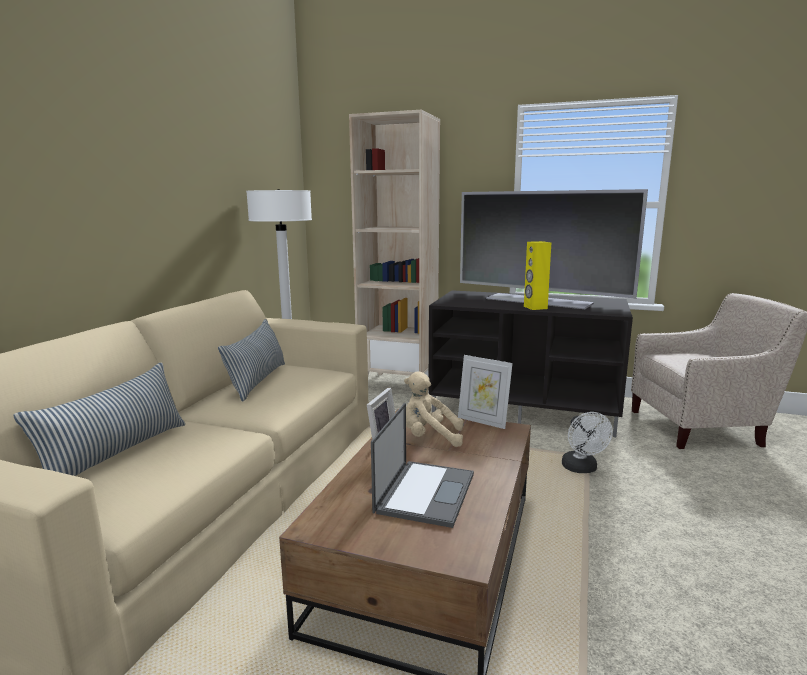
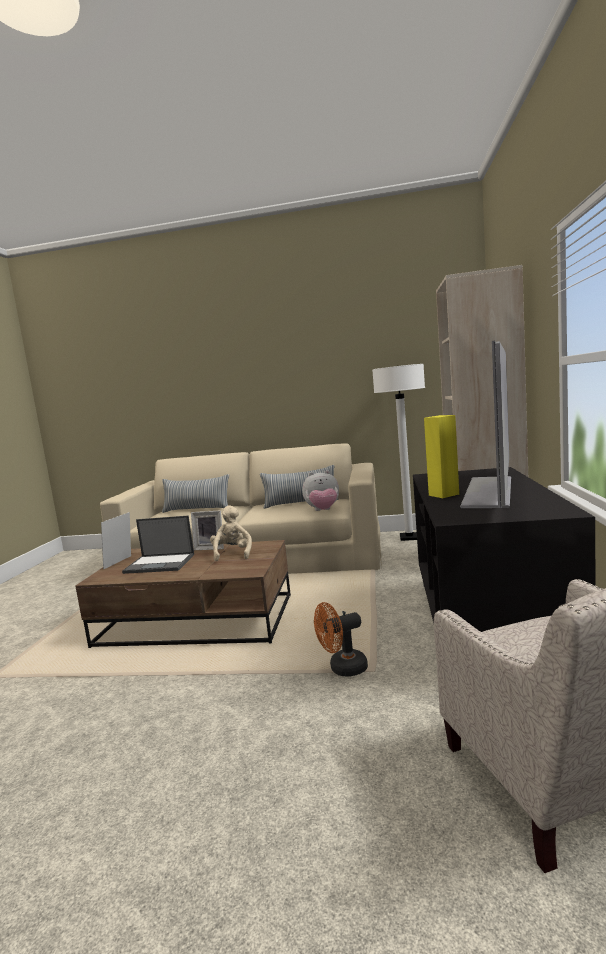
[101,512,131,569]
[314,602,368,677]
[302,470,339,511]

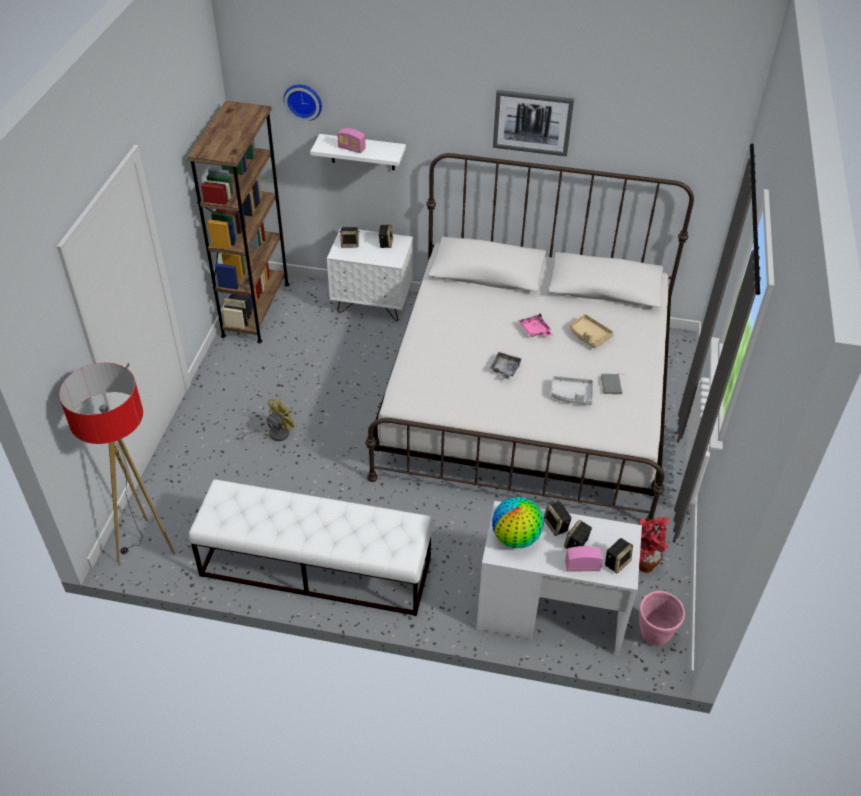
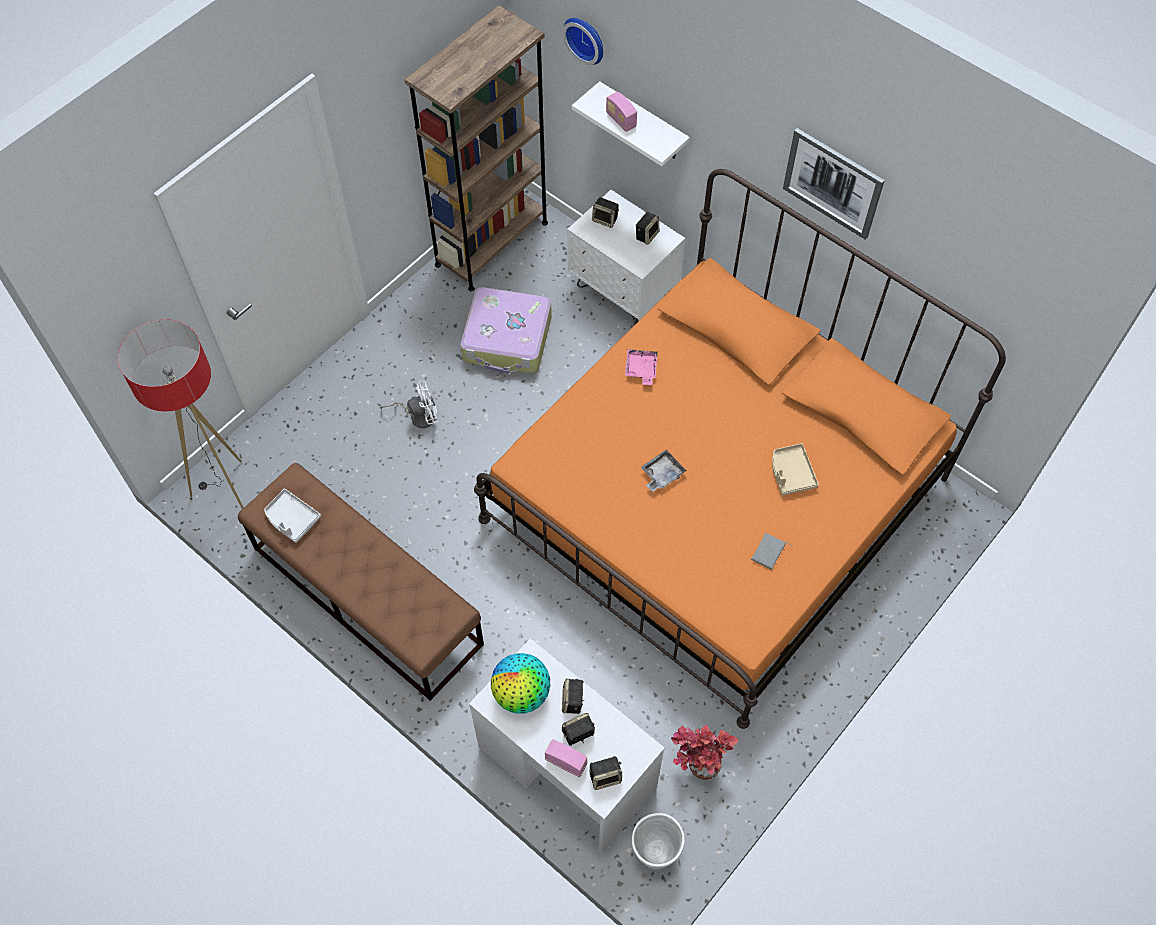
[238,463,484,701]
[380,381,439,428]
[474,169,1006,729]
[625,349,658,385]
[264,489,321,543]
[632,813,685,869]
[461,287,552,374]

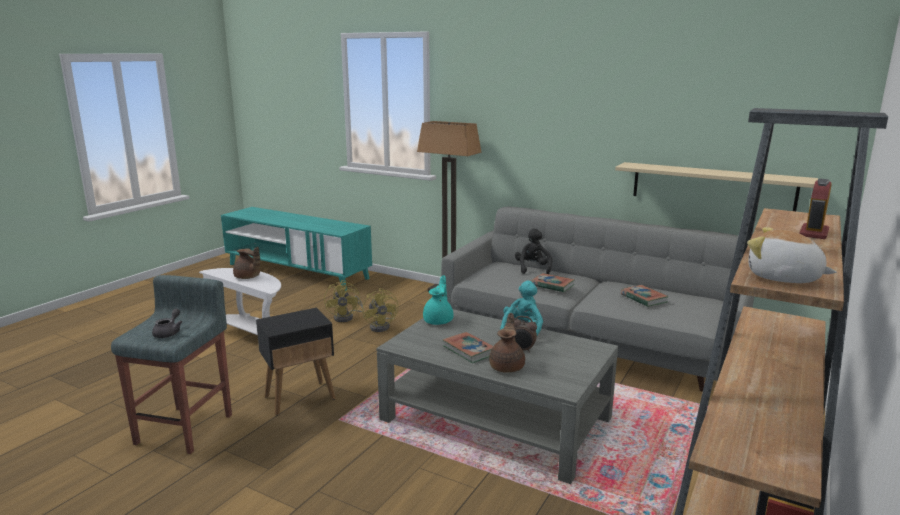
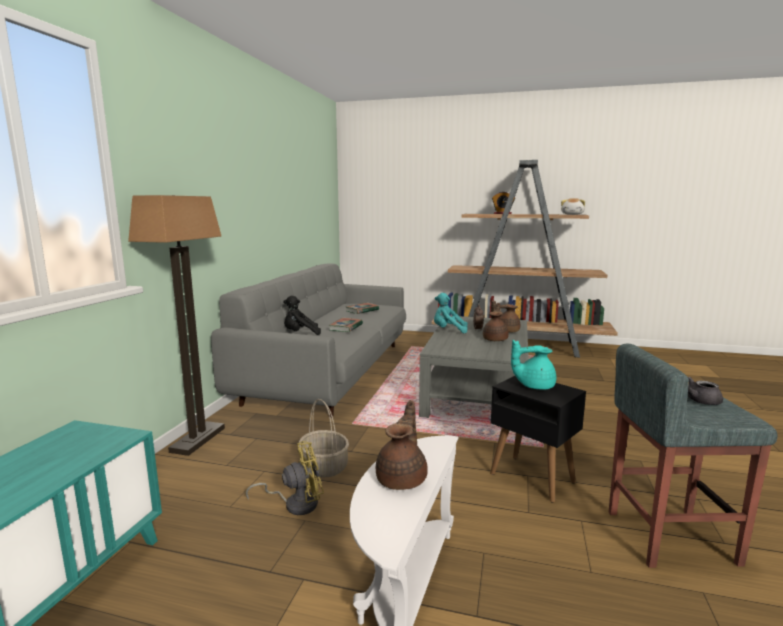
[299,399,349,477]
[511,340,556,390]
[483,303,509,341]
[615,162,818,211] (first image)

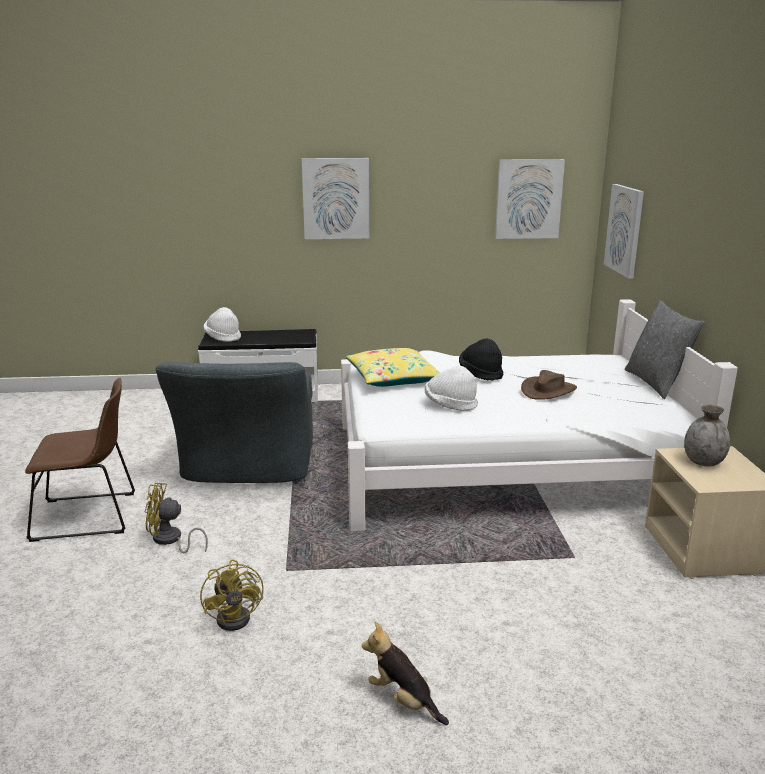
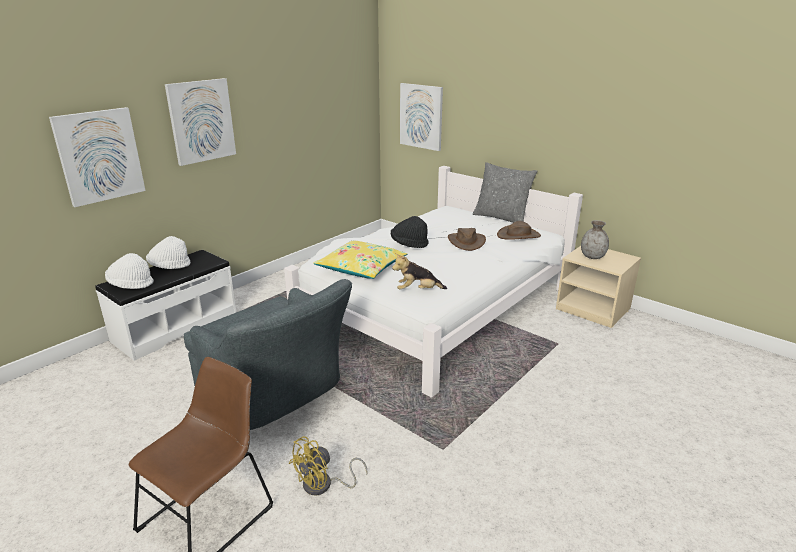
[200,559,264,631] (first image)
[392,253,447,290]
[146,236,190,269]
[49,107,146,207]
[497,221,541,240]

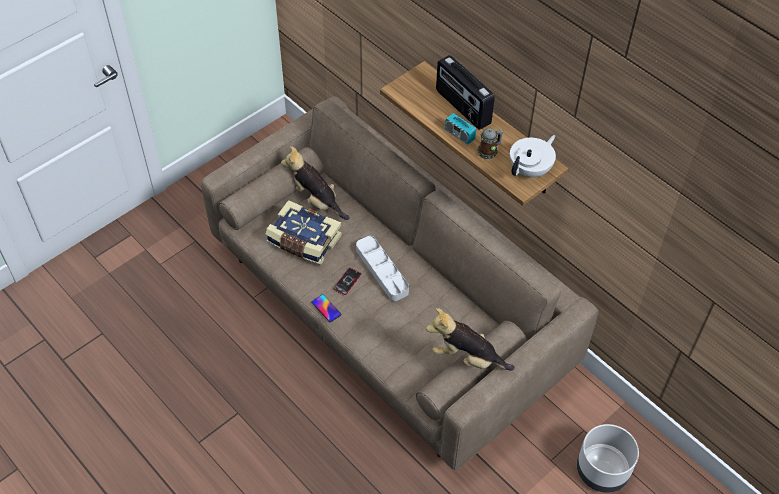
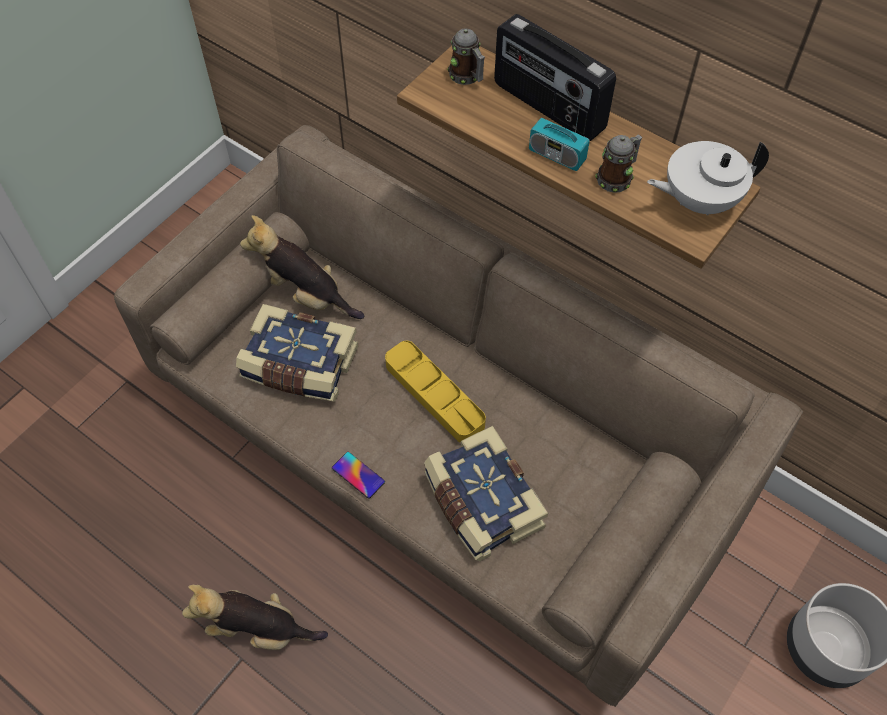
[333,268,361,295] (first image)
[385,341,486,443]
[182,585,328,650]
[647,141,769,215]
[424,426,548,561]
[447,28,485,85]

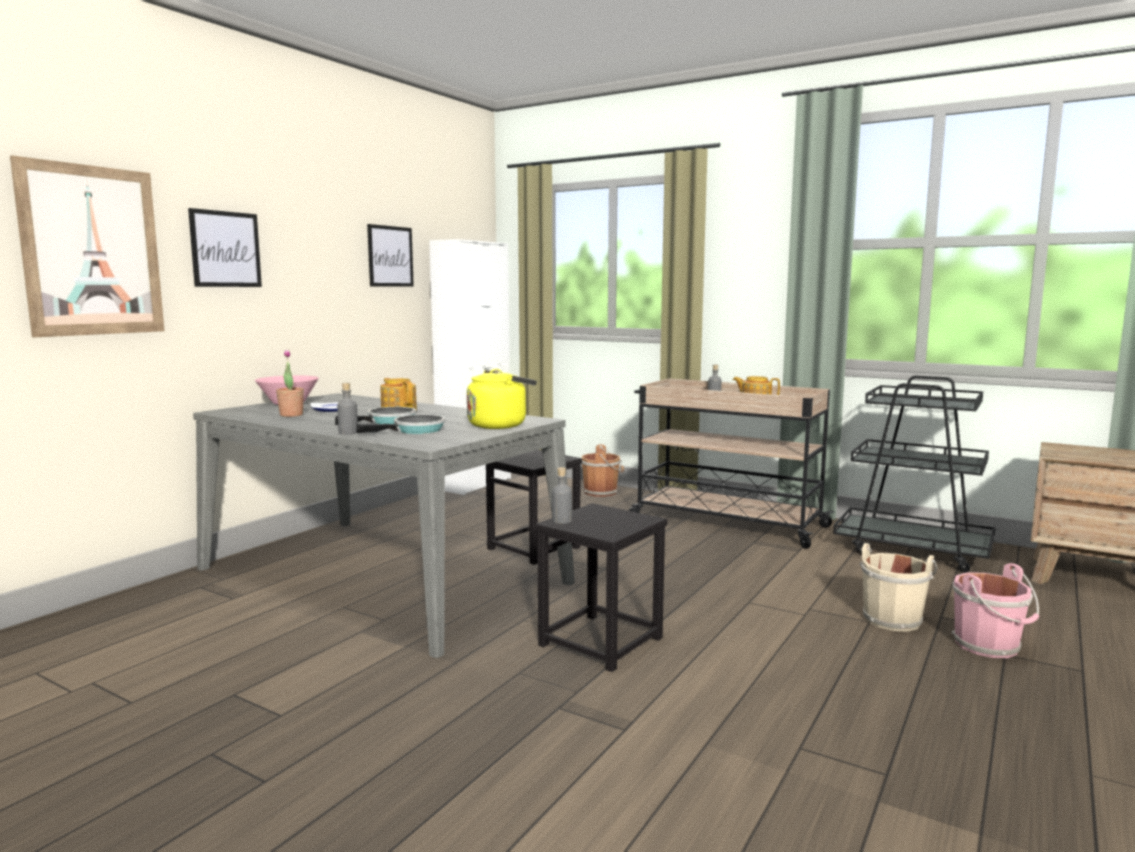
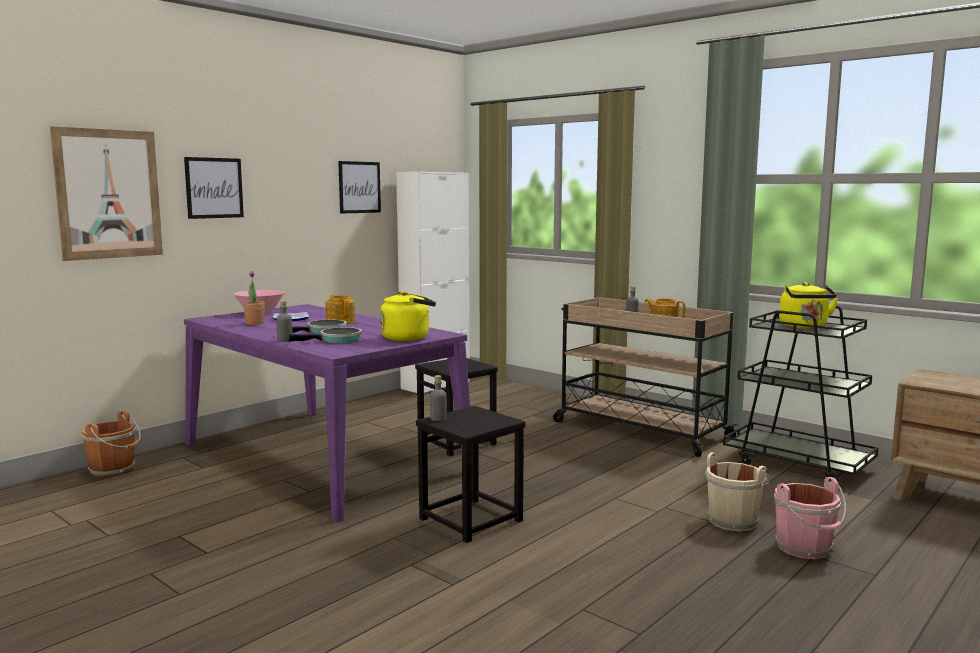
[184,304,470,522]
[82,411,141,478]
[779,282,838,329]

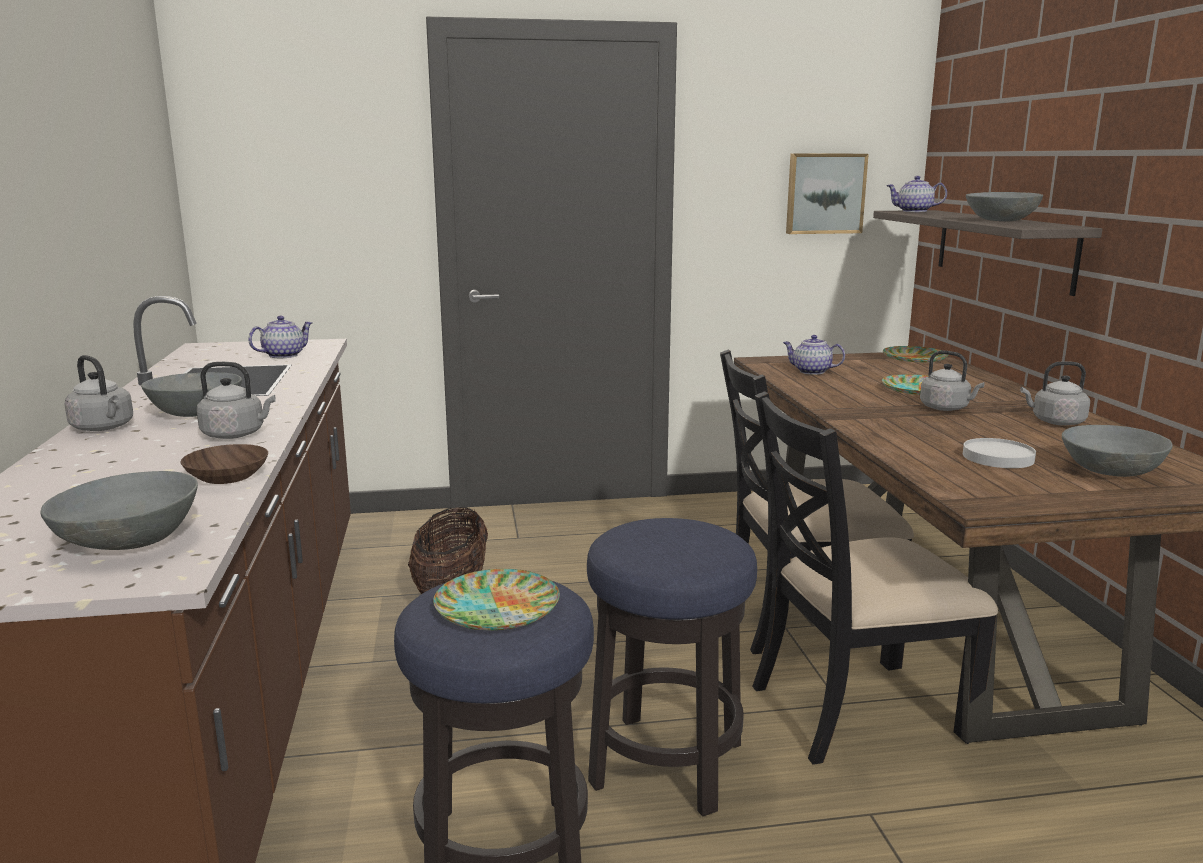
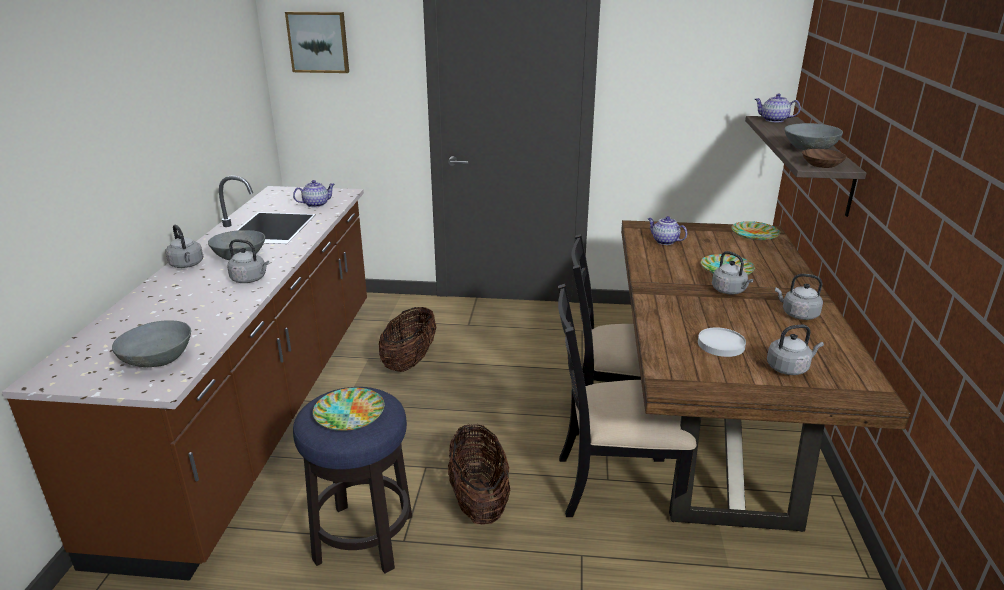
[802,149,847,168]
[448,423,510,524]
[285,11,349,73]
[767,325,824,375]

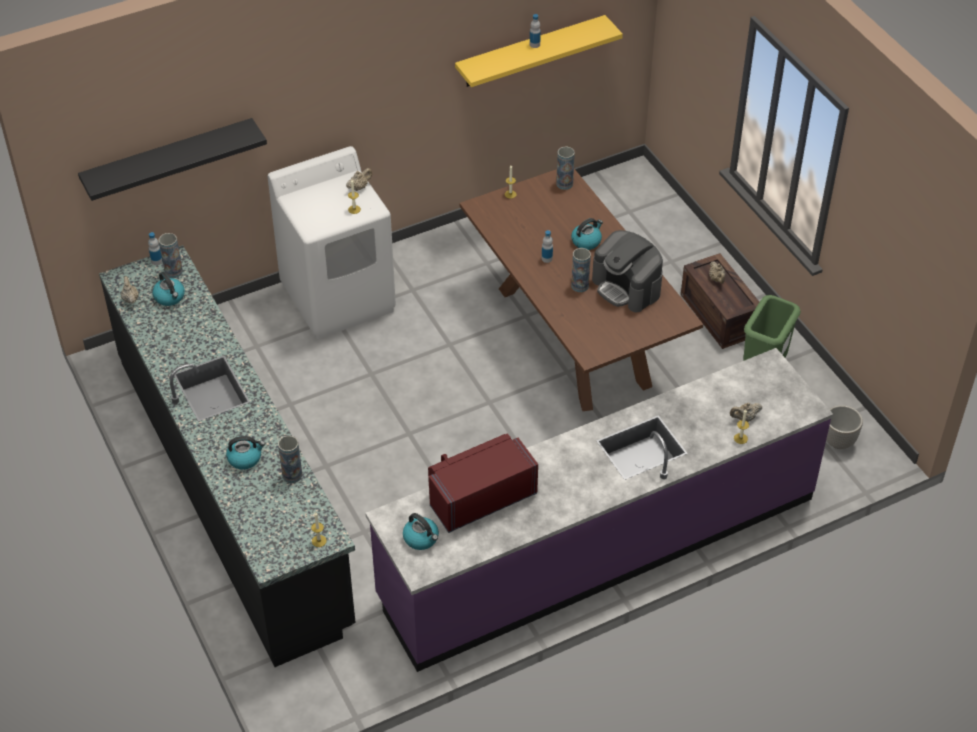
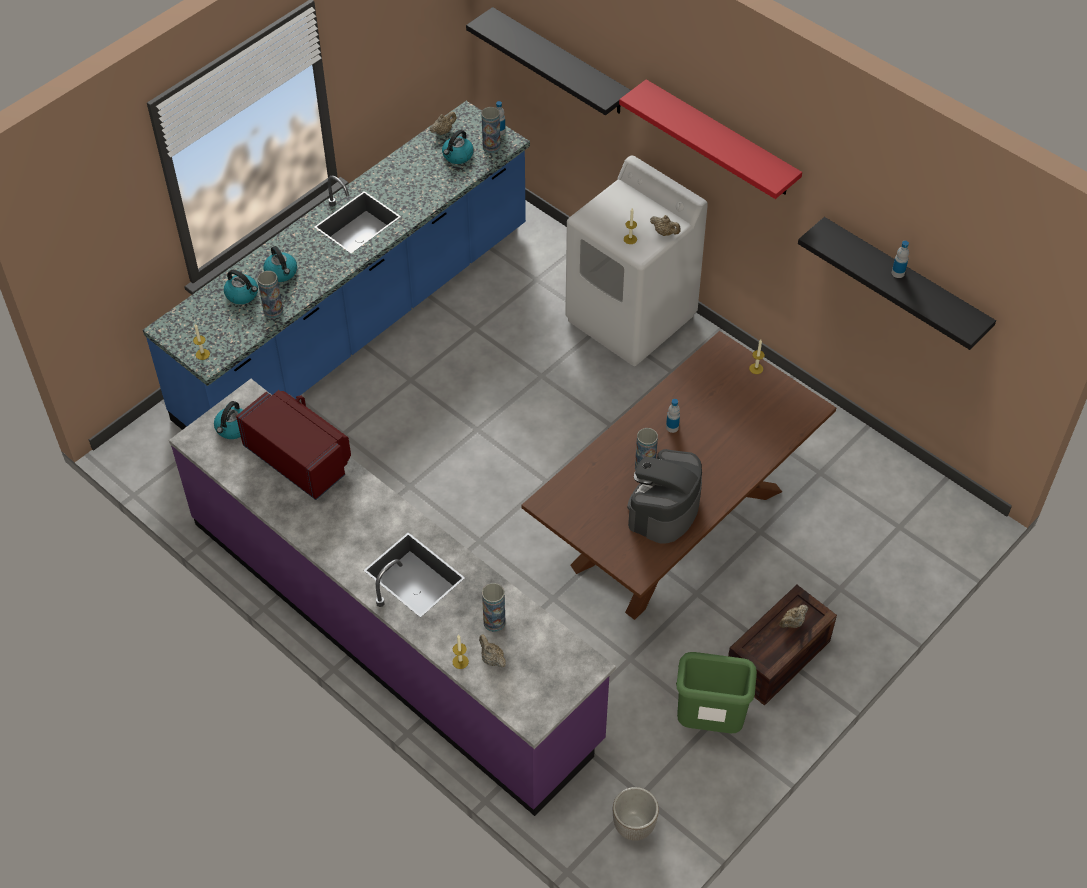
[143,101,530,430]
[798,217,996,350]
[482,583,506,632]
[224,270,258,304]
[619,79,802,199]

